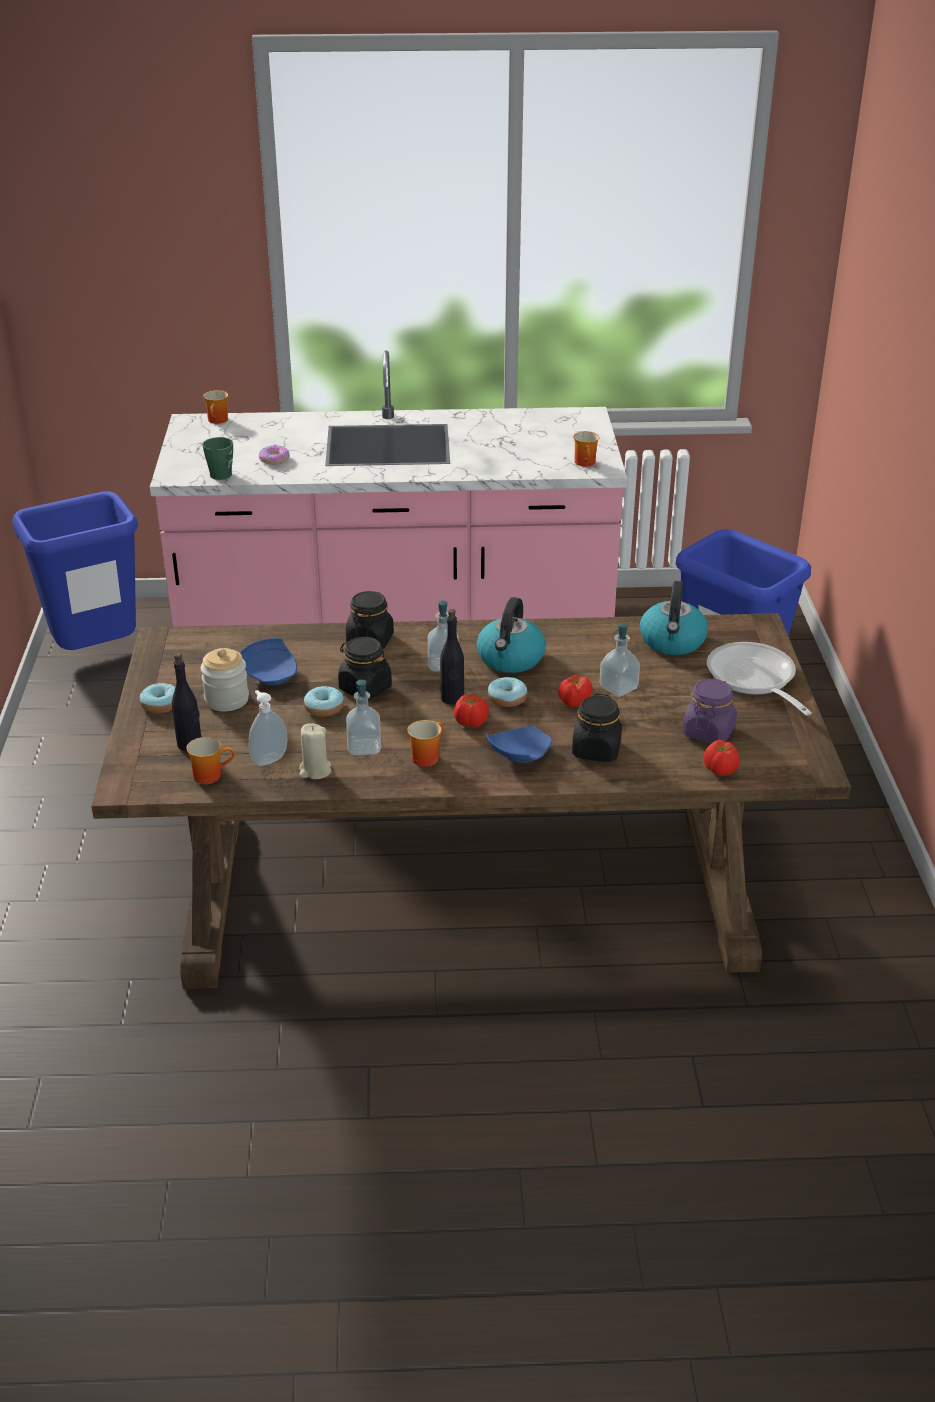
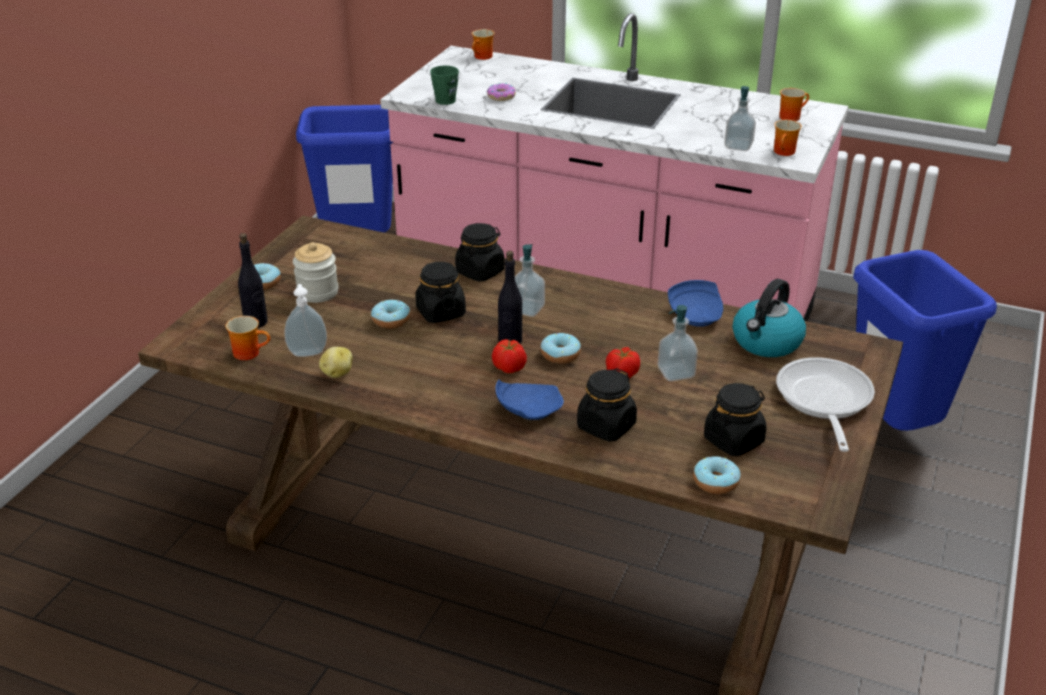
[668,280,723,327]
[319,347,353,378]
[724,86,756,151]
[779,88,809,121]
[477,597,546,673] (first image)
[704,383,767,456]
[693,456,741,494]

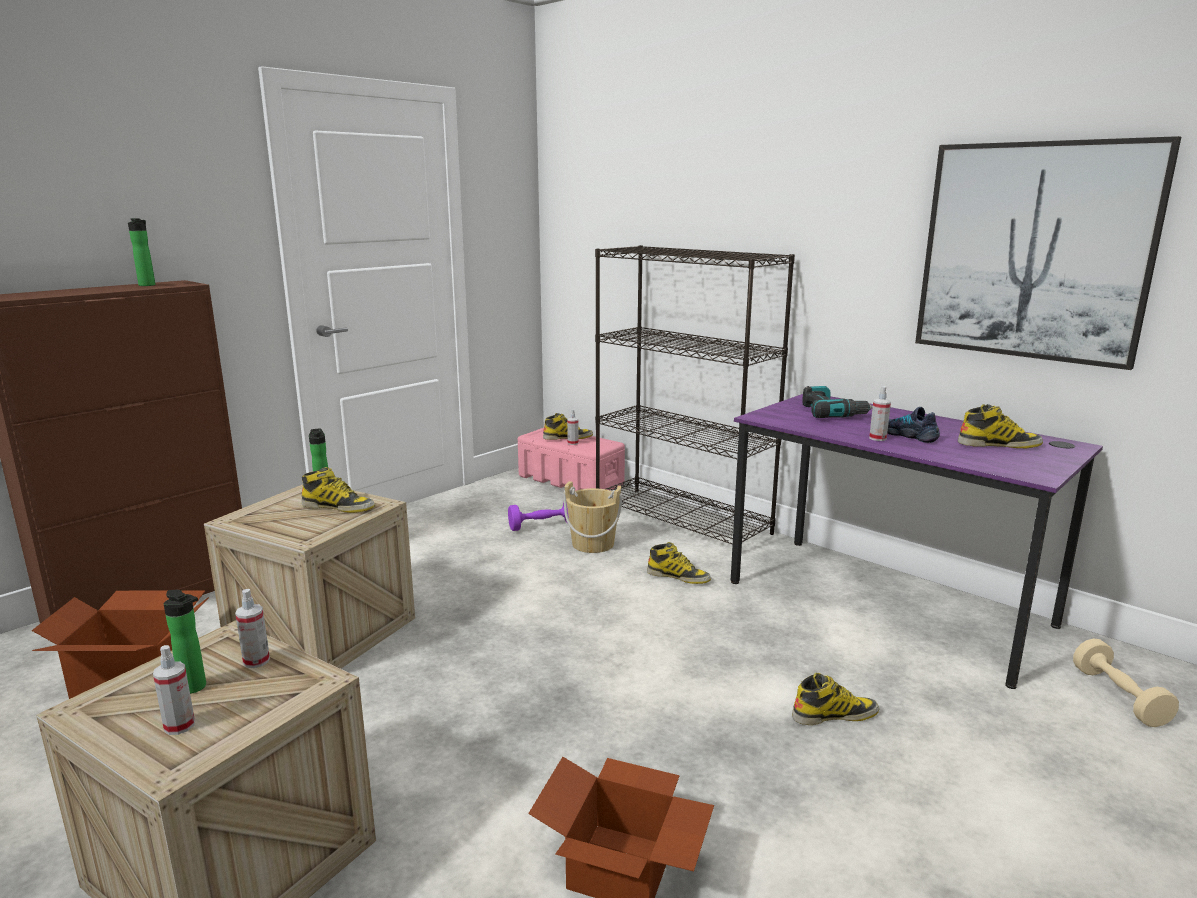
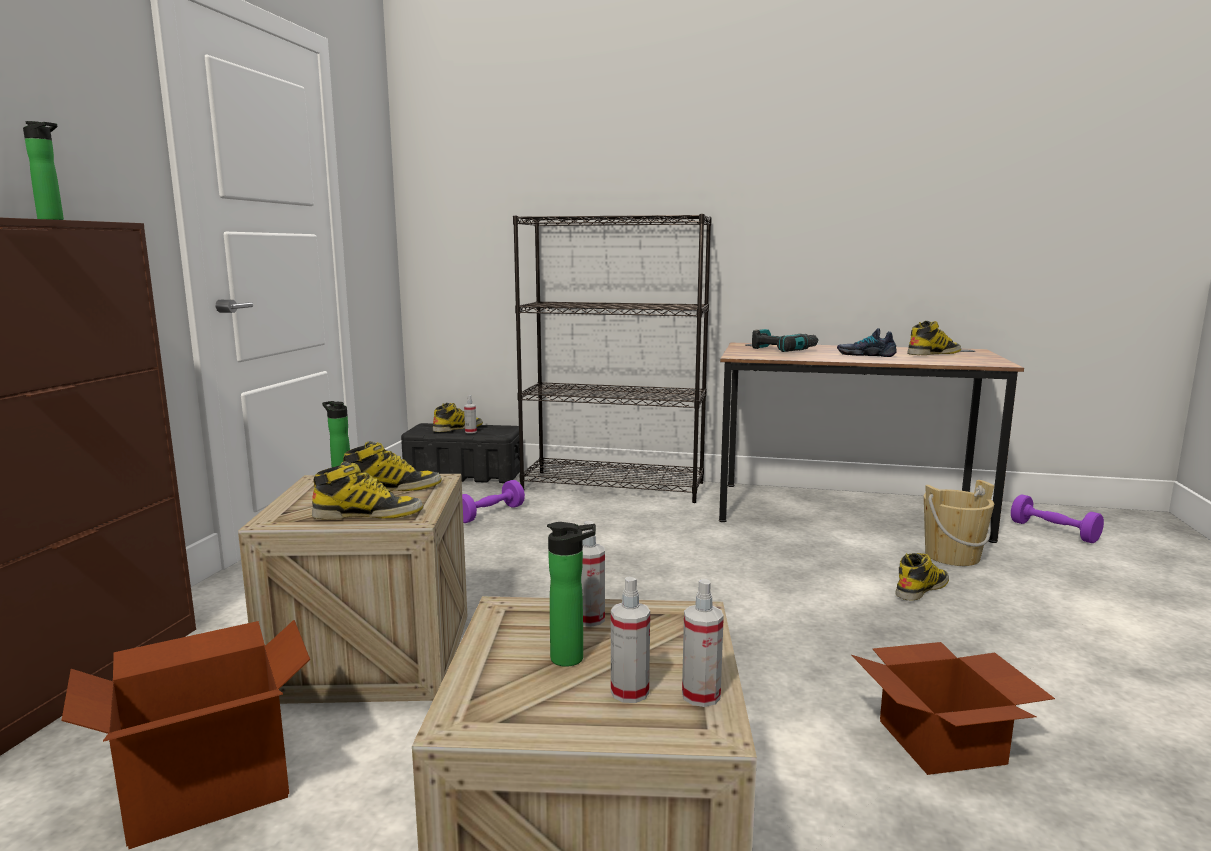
[401,423,520,483]
[924,480,994,566]
[312,461,423,520]
[719,343,1024,543]
[682,579,724,707]
[915,136,1181,370] (first image)
[1011,495,1104,543]

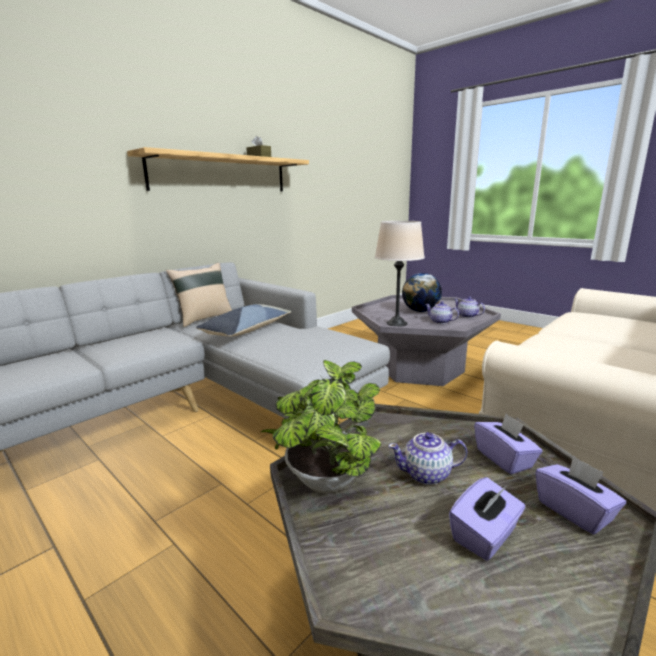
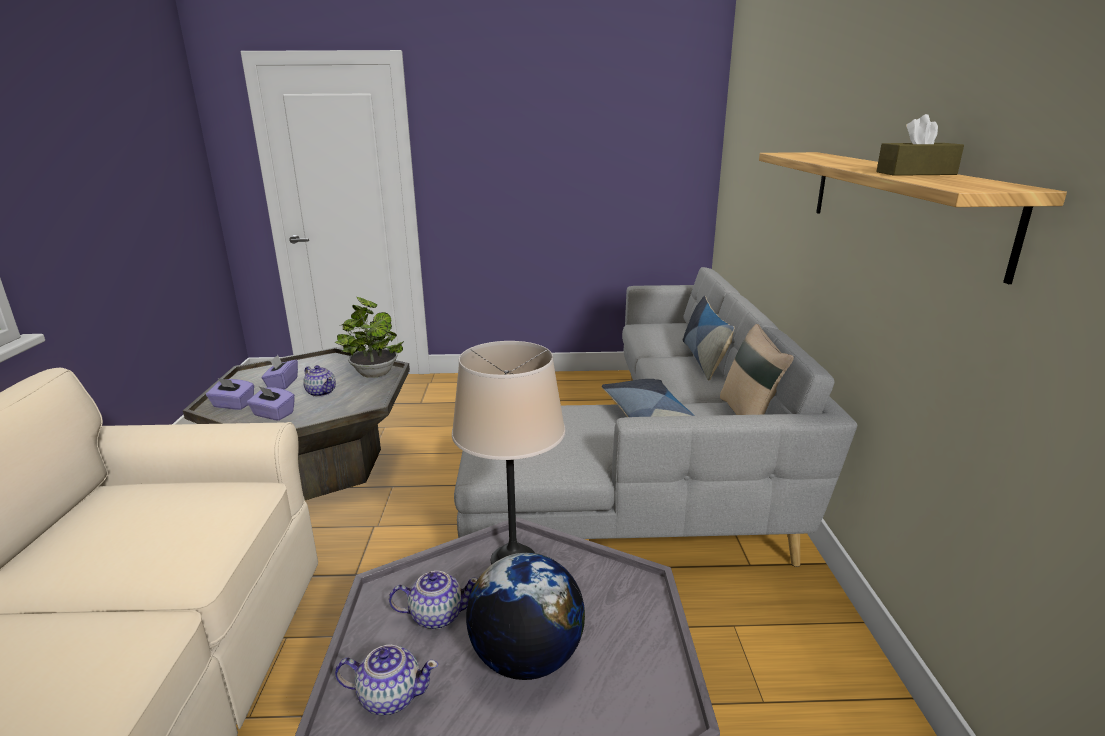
[303,365,336,397]
[683,296,734,381]

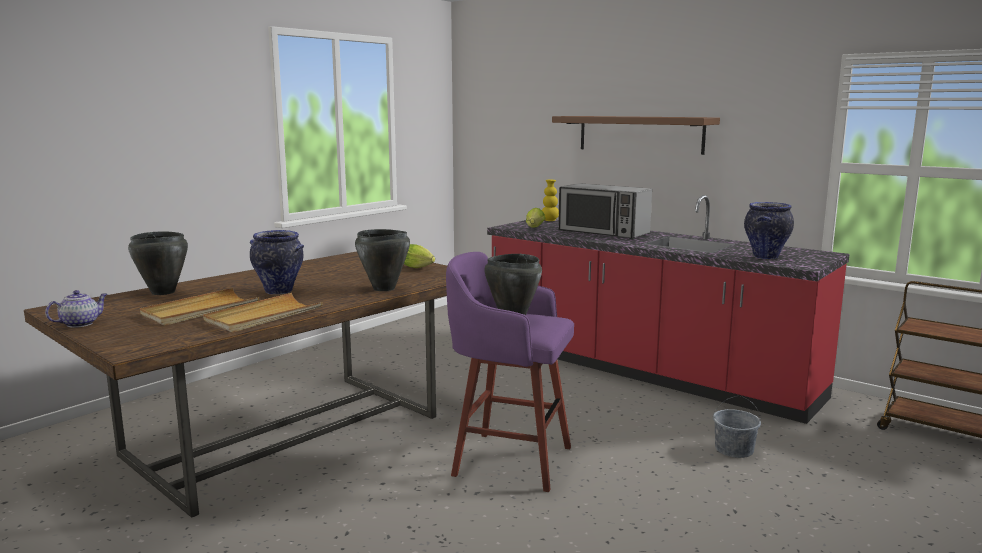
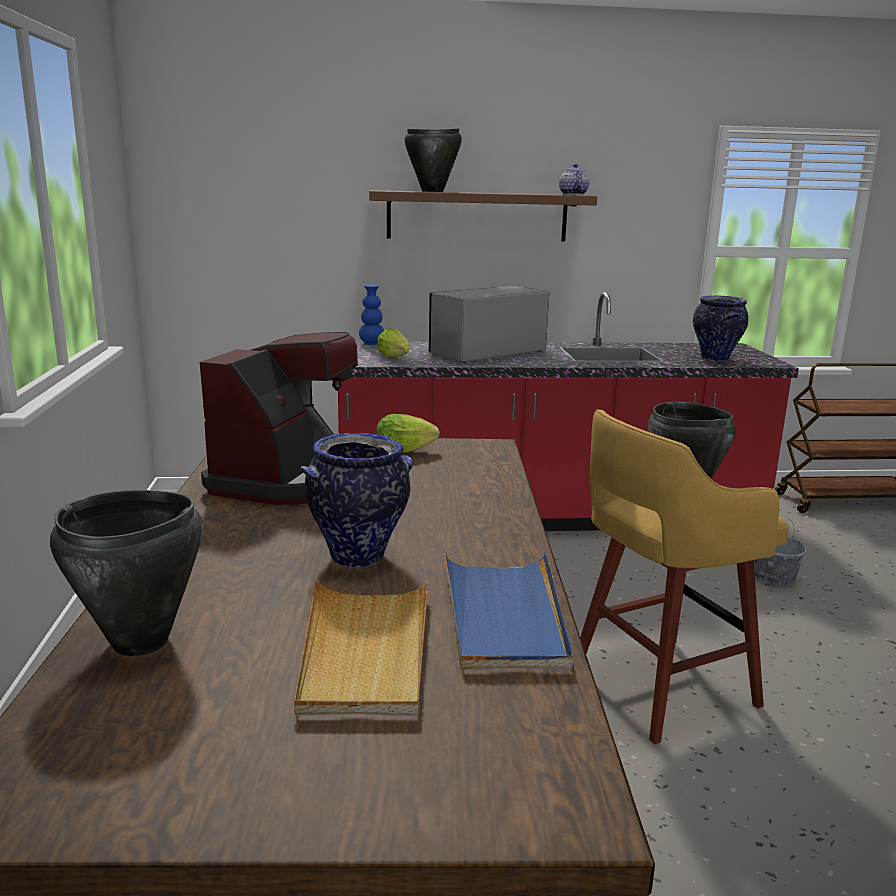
[559,164,589,195]
[444,552,573,670]
[404,128,462,192]
[580,409,789,744]
[359,285,384,345]
[429,286,549,363]
[200,332,358,505]

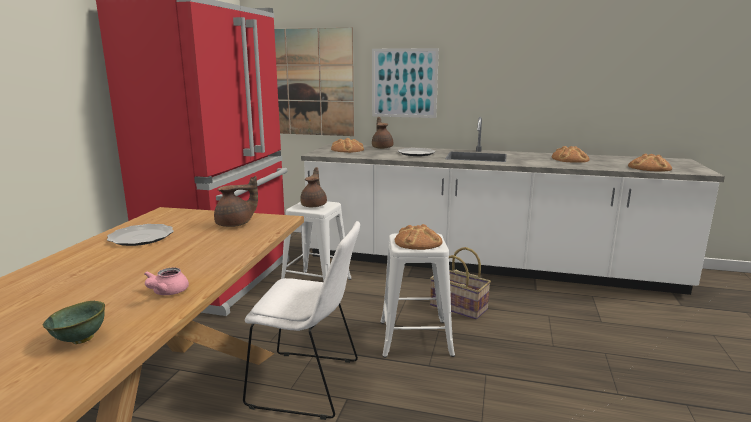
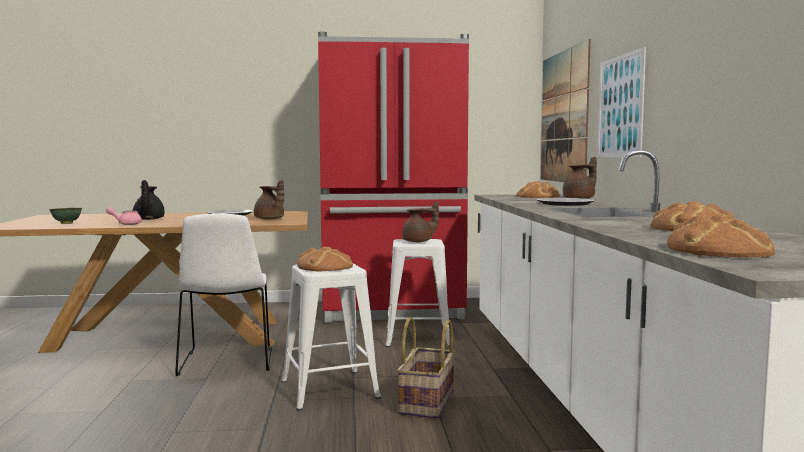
[133,180,165,220]

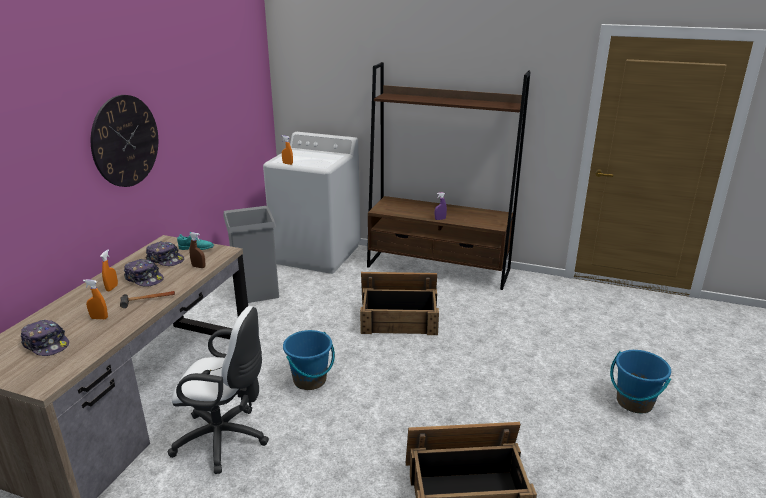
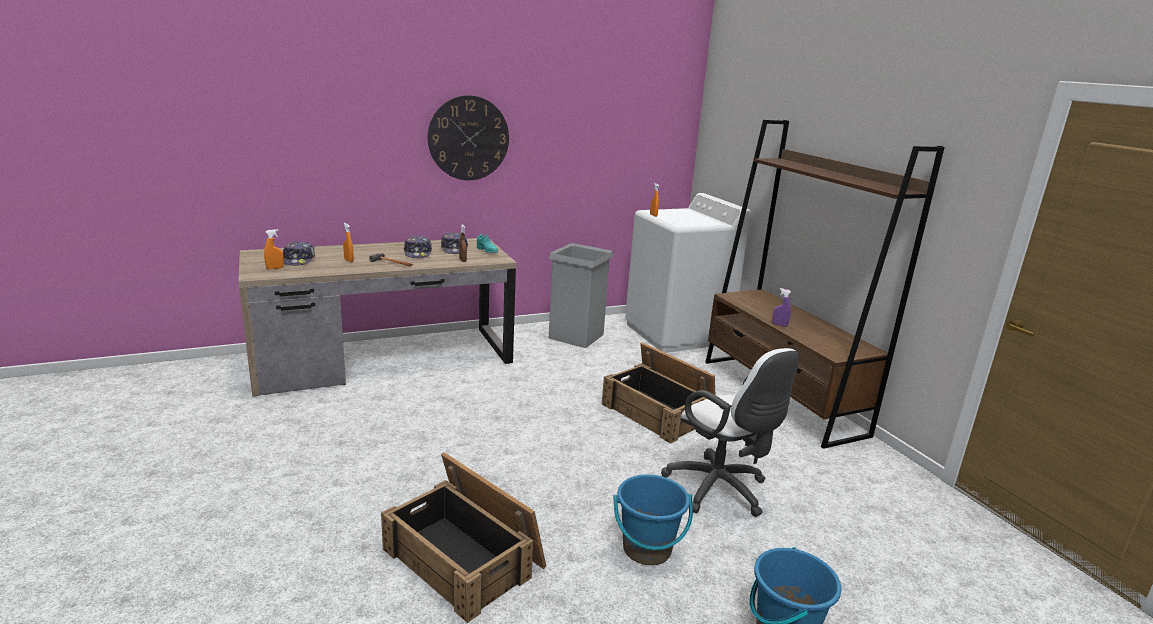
[264,229,284,269]
[661,348,799,517]
[613,474,693,565]

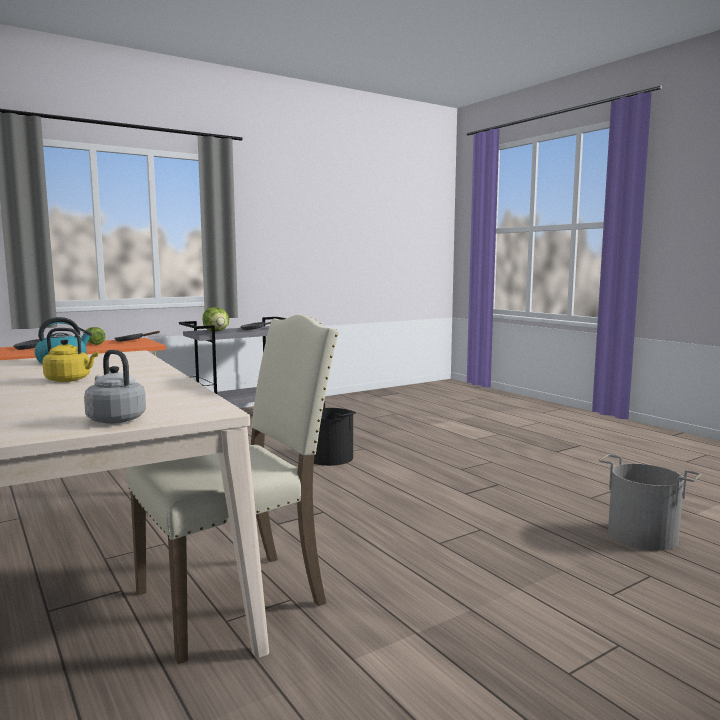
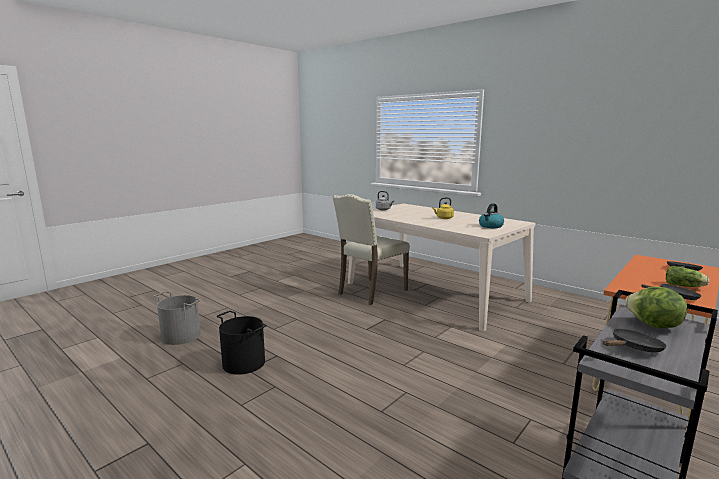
[217,311,267,375]

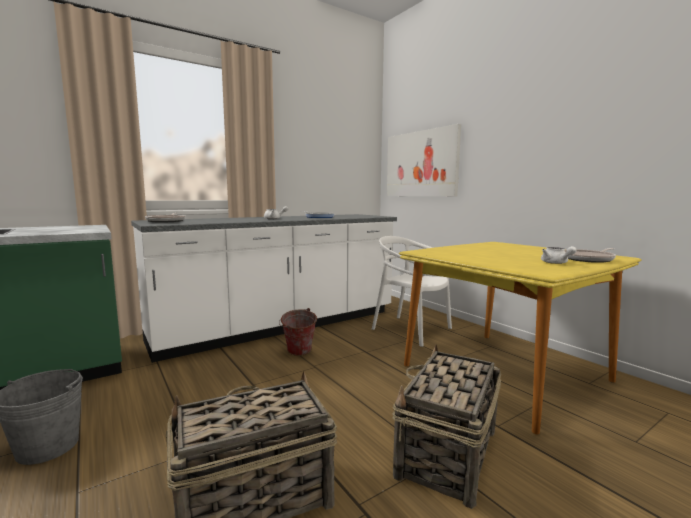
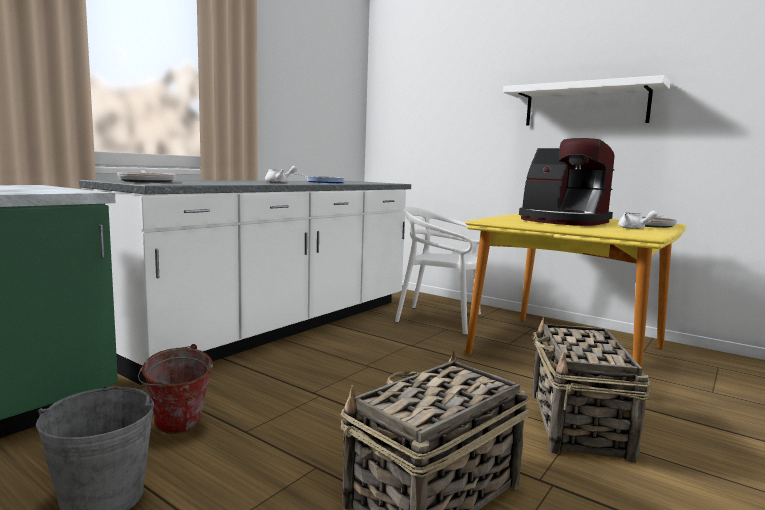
[138,344,213,434]
[387,124,461,196] (first image)
[503,75,670,126]
[519,138,615,226]

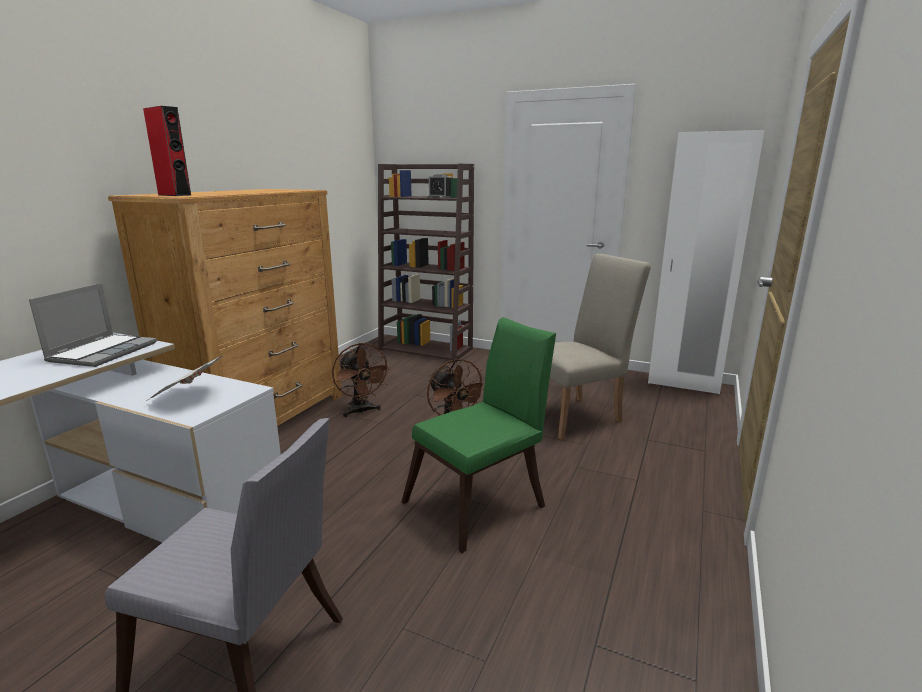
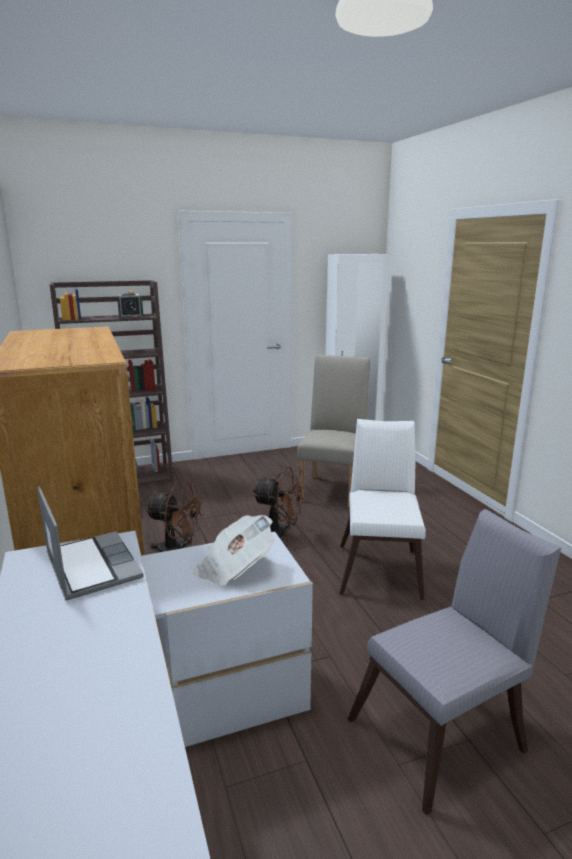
[143,106,192,196] (first image)
[339,419,426,600]

